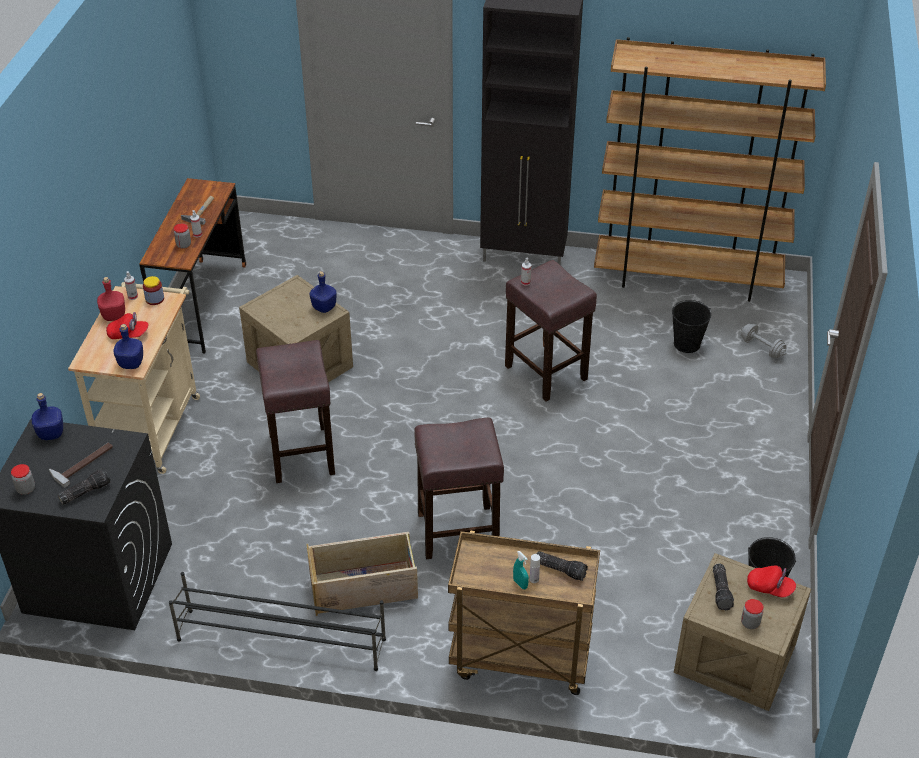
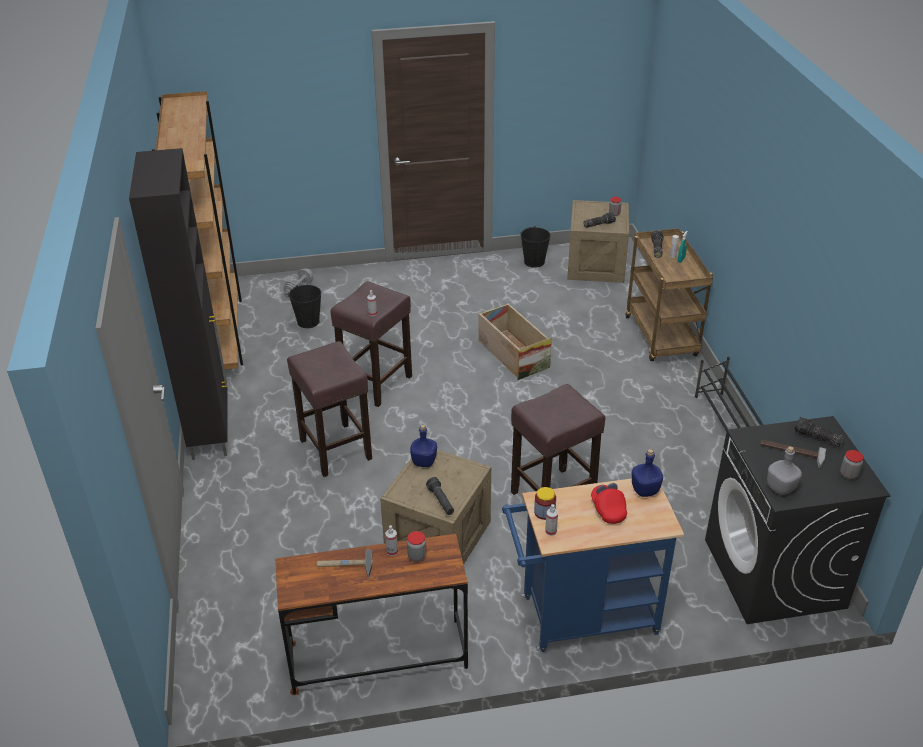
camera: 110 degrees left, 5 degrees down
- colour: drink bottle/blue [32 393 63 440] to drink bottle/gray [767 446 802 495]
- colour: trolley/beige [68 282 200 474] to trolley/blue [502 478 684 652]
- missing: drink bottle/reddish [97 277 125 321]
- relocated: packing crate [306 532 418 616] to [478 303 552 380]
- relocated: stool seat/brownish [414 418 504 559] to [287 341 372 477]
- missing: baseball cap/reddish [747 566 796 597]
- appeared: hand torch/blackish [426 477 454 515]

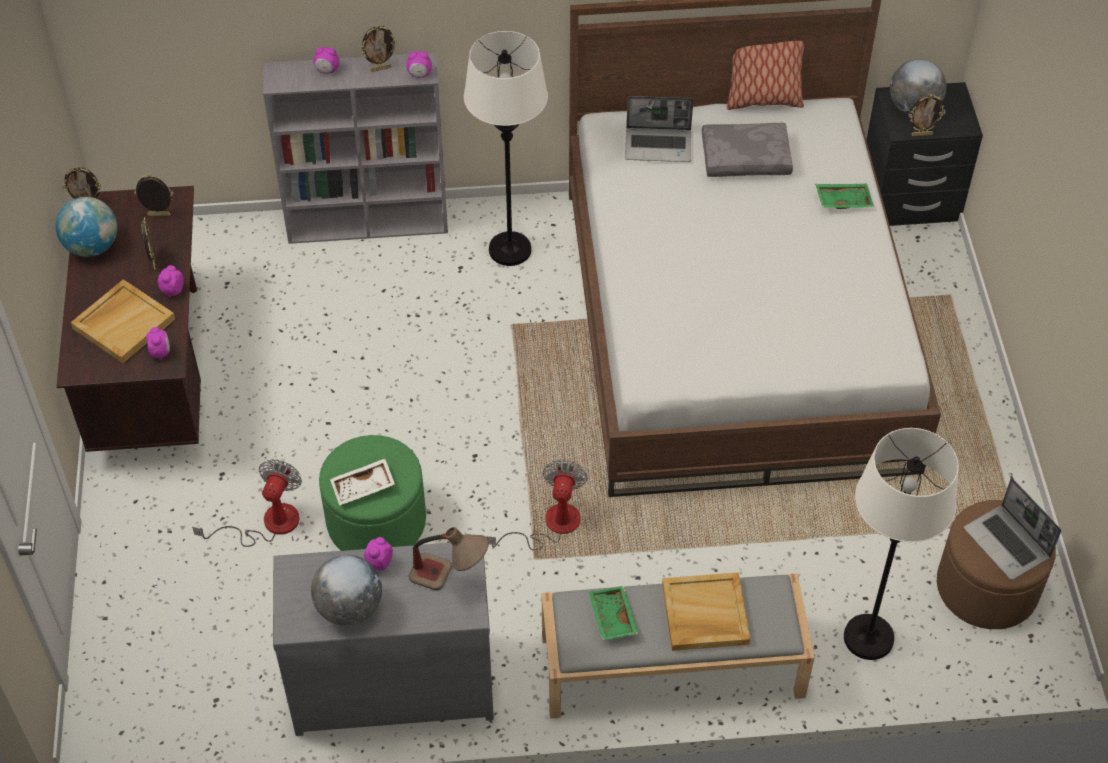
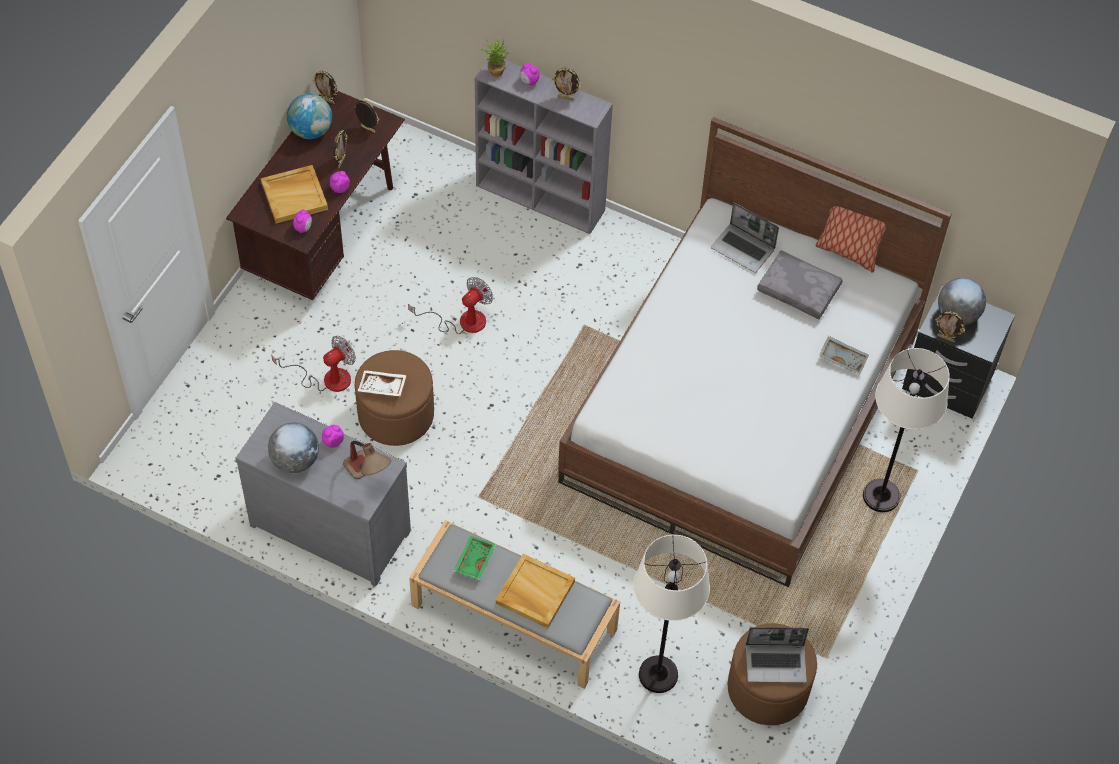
camera: 30 degrees right, 5 degrees up
- colour: ottoman/green [319 435 426 551] to ottoman/brownish [355 350 434 446]
- missing: alarm clock [406 51 432 78]
- relocated: standard lamp/white-coloured [464 31 548 266] to [863 348 950 512]
- relocated: fan [486 459 588 550] to [408 277 493 334]
- colour: tray/green [815 184 874 209] to tray/gray [819 336 869 375]
- spun: portable computer [964 478 1061 580] = [746 627 809 683] 90 degrees counterclockwise
- appeared: plant in a pot [480 39 510 77]

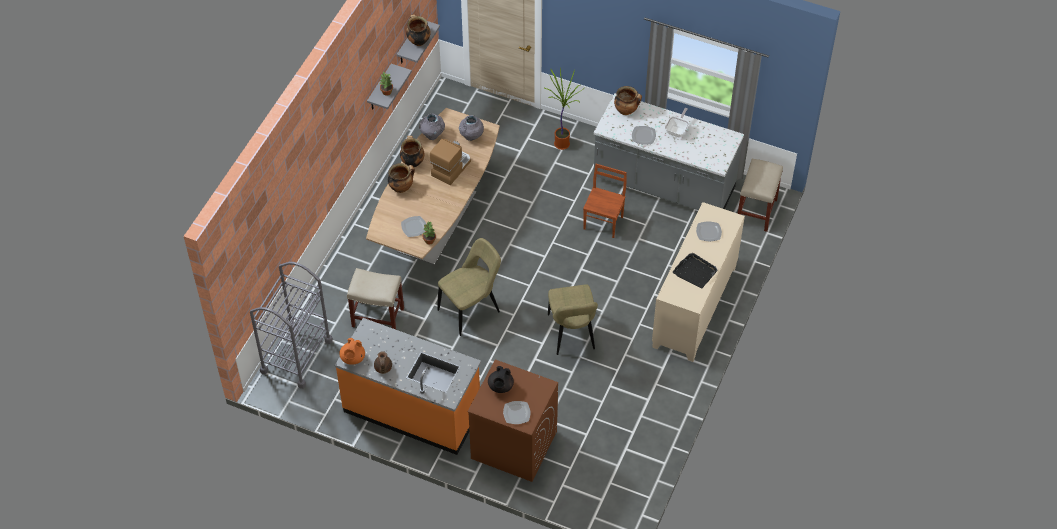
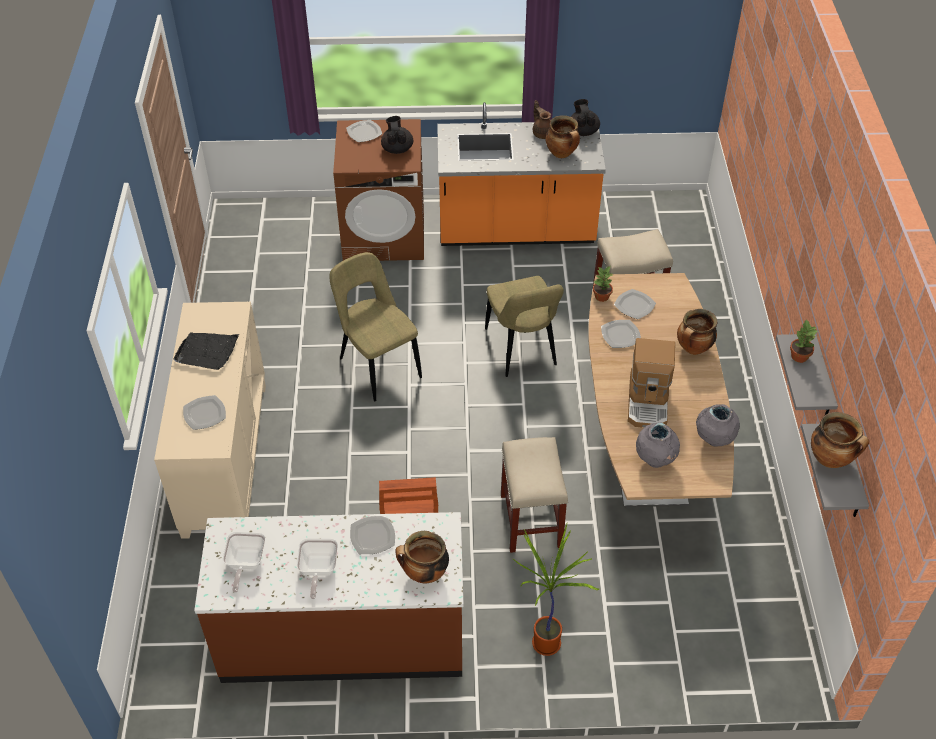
camera: 155 degrees right, 5 degrees down
- missing: trolley/gray [250 262 333 389]
- colour: tea pot/orange-coloured [339 338 365 365] to tea pot/blackish [571 99 600 136]
- relocated: saucepot [400 136 424 167] to [546 116 580 158]
- spun: chair/beige [438 238 501 336] = [485 276 564 377] 45 degrees counterclockwise
- colour: kitchen counter/gray [593 93 744 210] to kitchen counter/brownish [194 512 464 683]
- relocated: stool seat/beige [737 159 783 232] to [501 437 568 553]
- appeared: frying pan [222 532 266 592]
- appeared: flat dish [601 320 641 348]

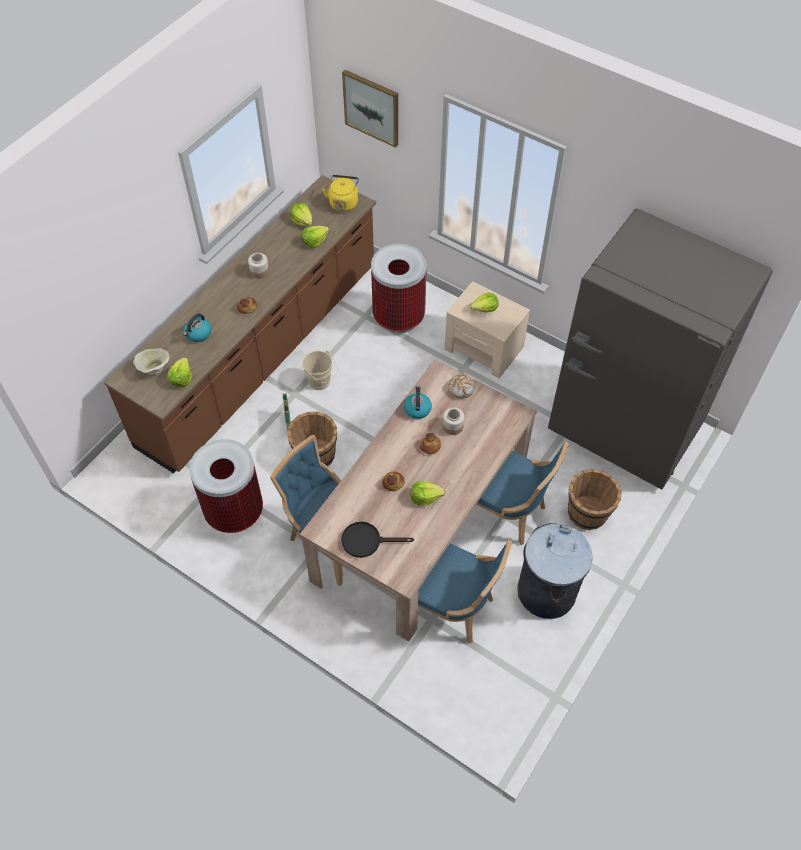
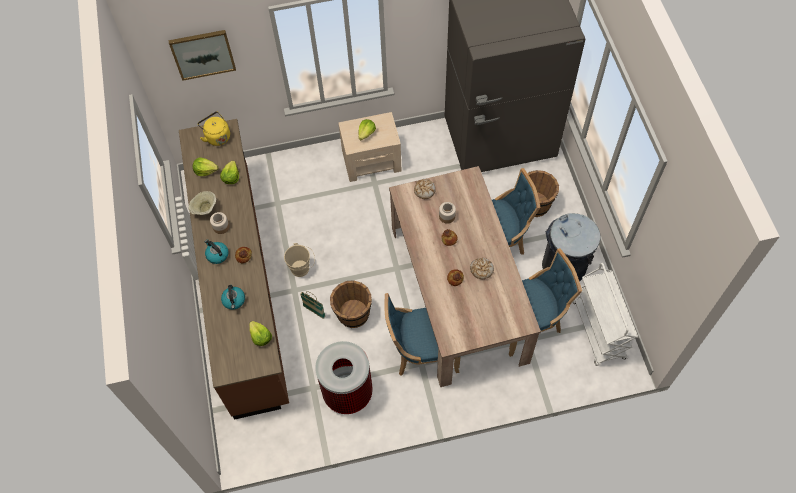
camera: 45 degrees left, 5 degrees up
- relocated: deep dish/beige [133 348 170 375] to [188 191 216 215]
- missing: frying pan/blackish [341 522 414 558]
- missing: waste bin [371 244 427 333]
- relocated: kettle [404 386 432 419] to [205 239 229 264]
- exchanged: lettuce head [410 481 445 506] to bread [470 257 494 279]
- appeared: trolley/white-coloured [573 263 638 366]

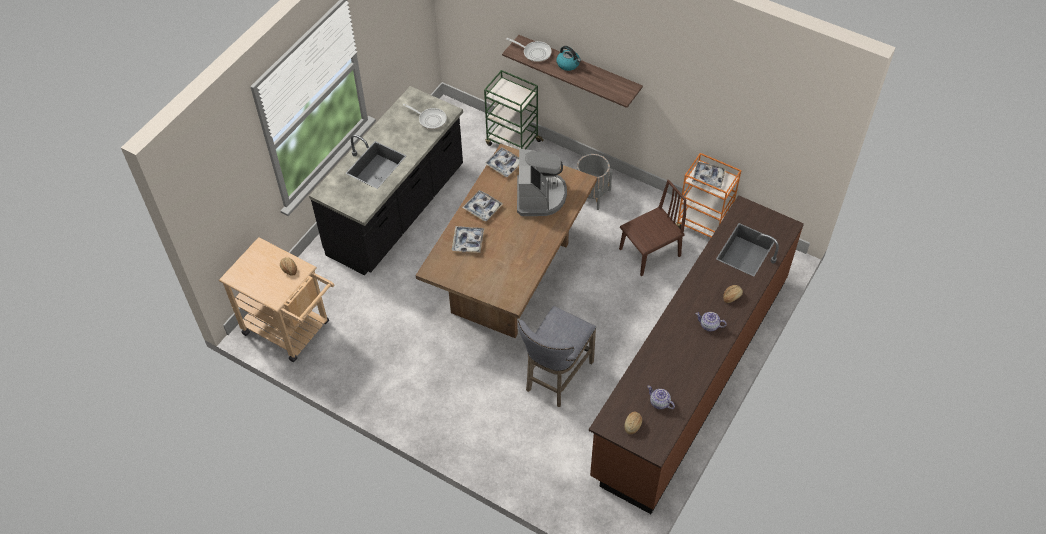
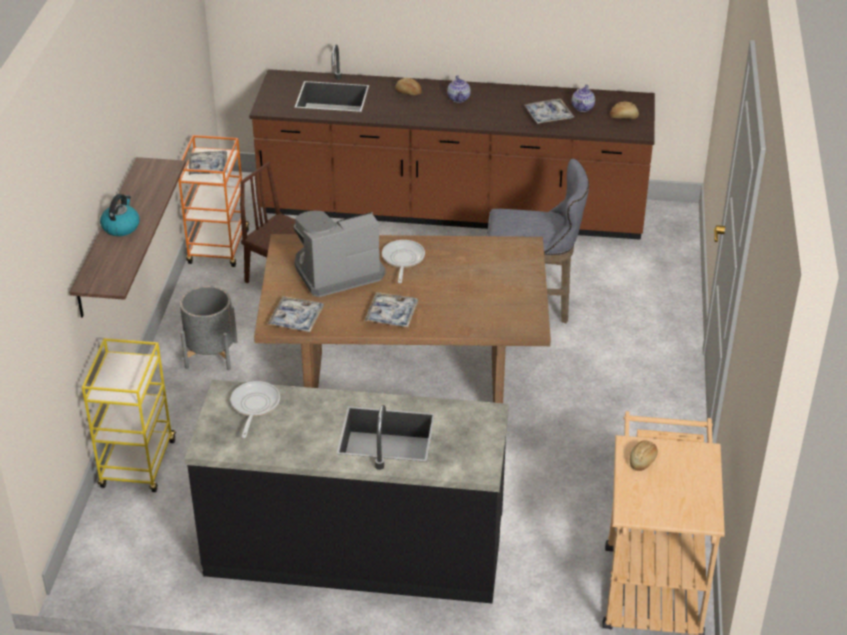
camera: 115 degrees left, 15 degrees down
- relocated: tray [452 226 484 253] to [525 98 574 124]
- colour: trolley/green [484 70 544 150] to trolley/yellow-coloured [82 338 177 492]
- relocated: frying pan [506 38 552 62] to [382 240 425 283]

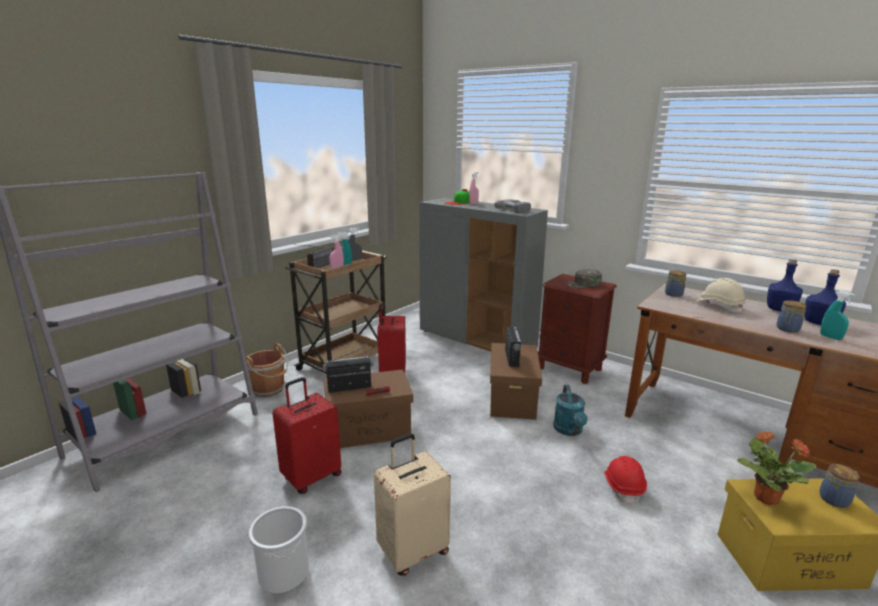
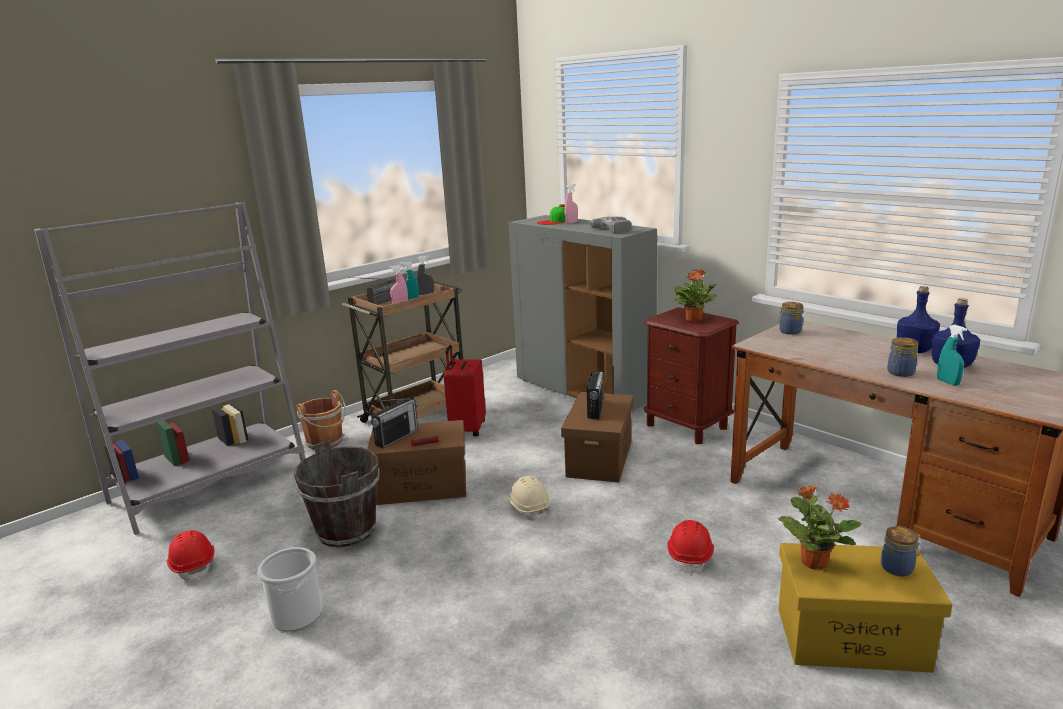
camera: 10 degrees right, 0 degrees up
- exchanged: piece of luggage/reddish [272 377 341 494] to water bucket/brownish [294 440 379 547]
- spun: radio receiver [323 347 373 393] = [371 398 418 448] 135 degrees clockwise
- missing: piece of luggage/beige [374 434 451 576]
- missing: watering pot/turquoise [553 385 588 436]
- exchanged: baseball cap/green [563 269 602 288] to plant in a pot [675 269 717 323]
- relocated: hard hat/beige [696 278 746 313] to [507 476 550 521]
- appeared: hard hat/reddish [167 530 214 581]

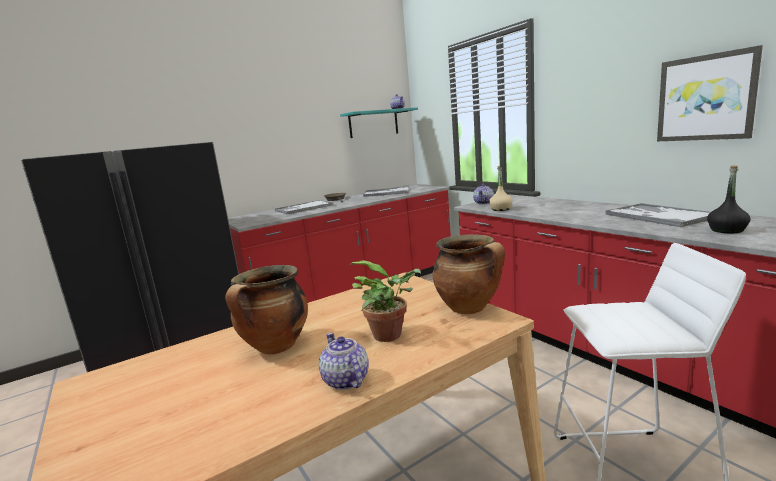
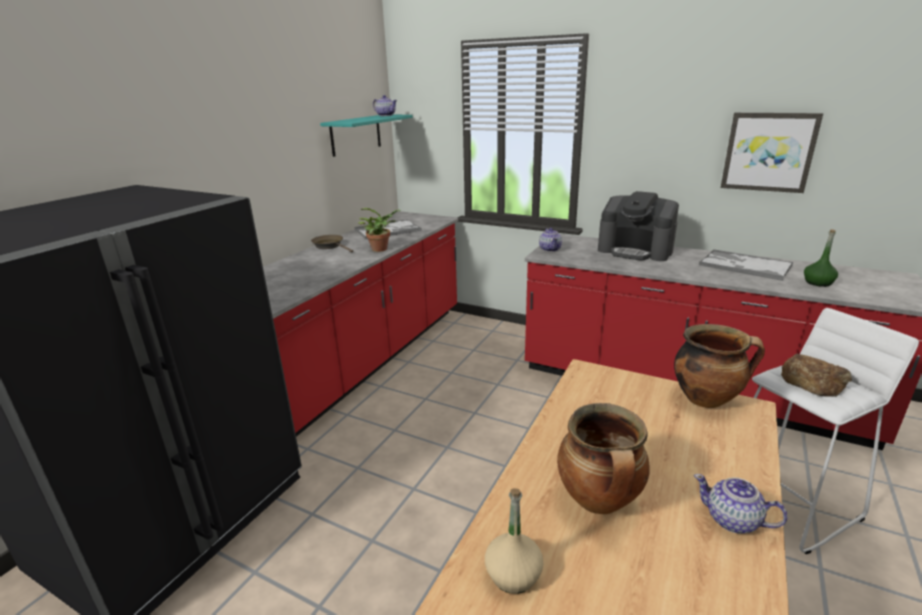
camera: 30 degrees left, 10 degrees up
- missing: tray [275 200 334 214]
- relocated: plant in a pot [349 260 421 342] to [358 208 400 252]
- relocated: drink bottle/beige [489 166 513 211] to [485 488 543 594]
- colour: drink bottle/blackish [707 165 751 233] to drink bottle/green [804 229 838 287]
- appeared: coffee maker [598 191 679 261]
- appeared: bread [781 354 852 397]

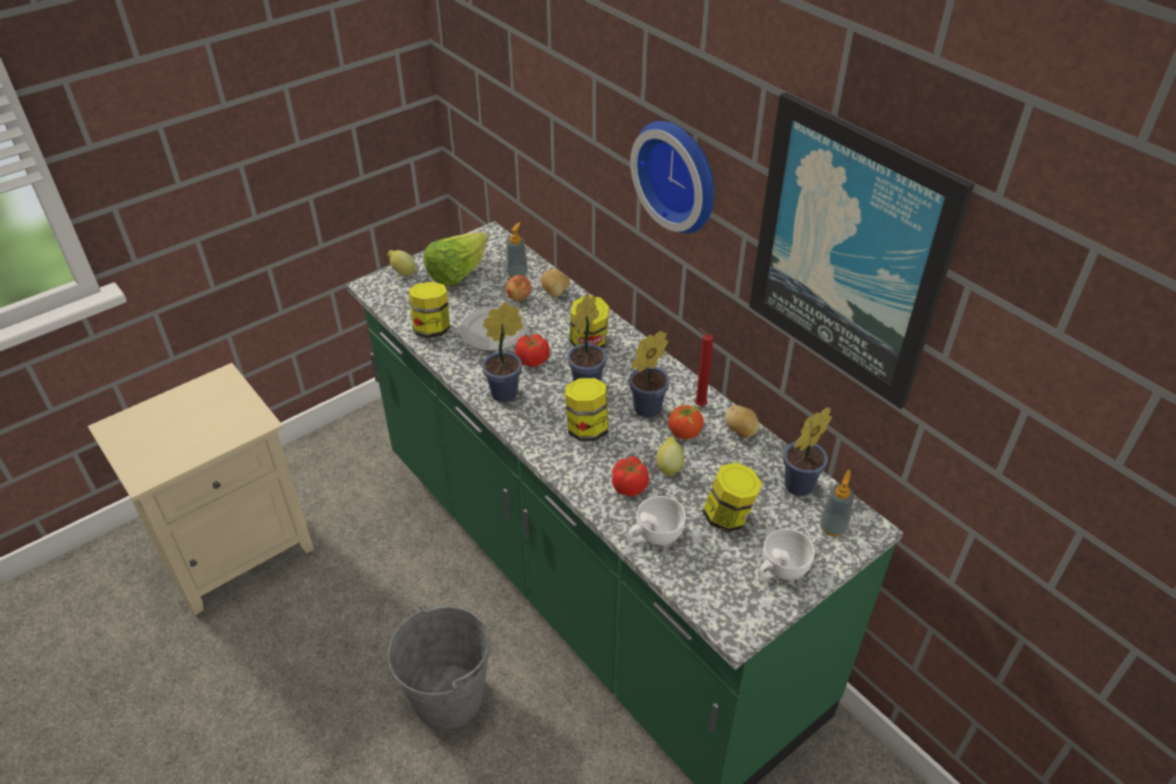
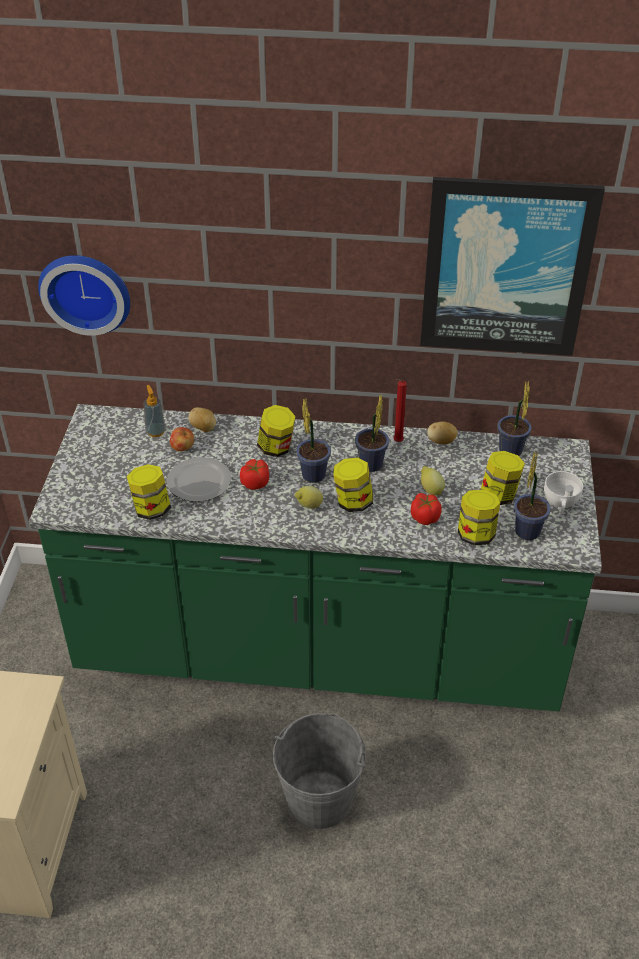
camera: 45 degrees left, 0 degrees up
- relocated: whole lemon [388 250 416 276] to [295 486 323 509]
- missing: lettuce head [423 232 488 286]
- relocated: plant in a pot [482 302 523 402] to [514 452 551 540]
- exchanged: drinking cup/white-coloured [628 496 686 545] to preserve jar [458 489 500 546]
- relocated: clock on the wall [630 121 714 233] to [38 255 130 336]
- missing: whole tomato [667 402 704 439]
- missing: soap bottle [820 469 854 536]

